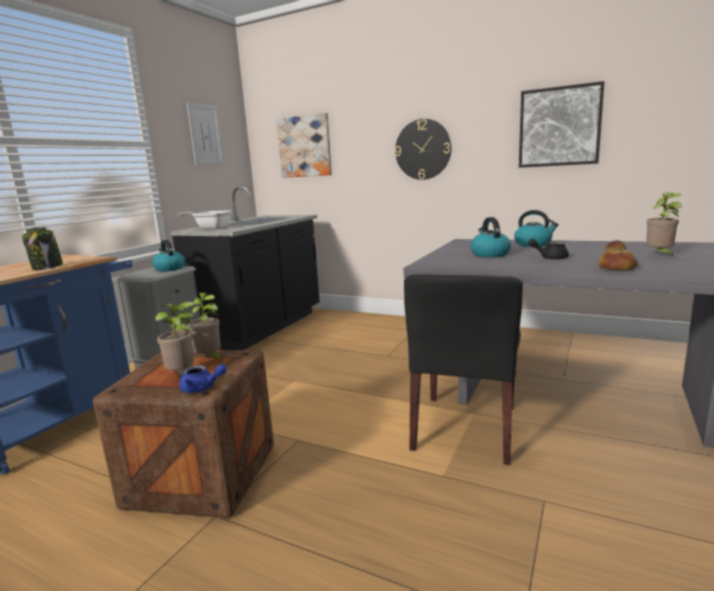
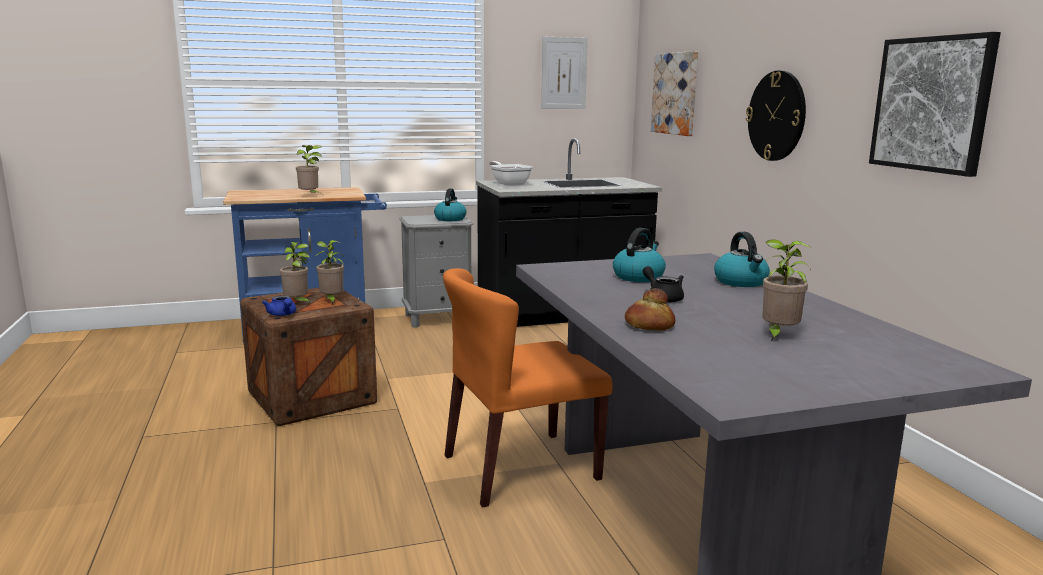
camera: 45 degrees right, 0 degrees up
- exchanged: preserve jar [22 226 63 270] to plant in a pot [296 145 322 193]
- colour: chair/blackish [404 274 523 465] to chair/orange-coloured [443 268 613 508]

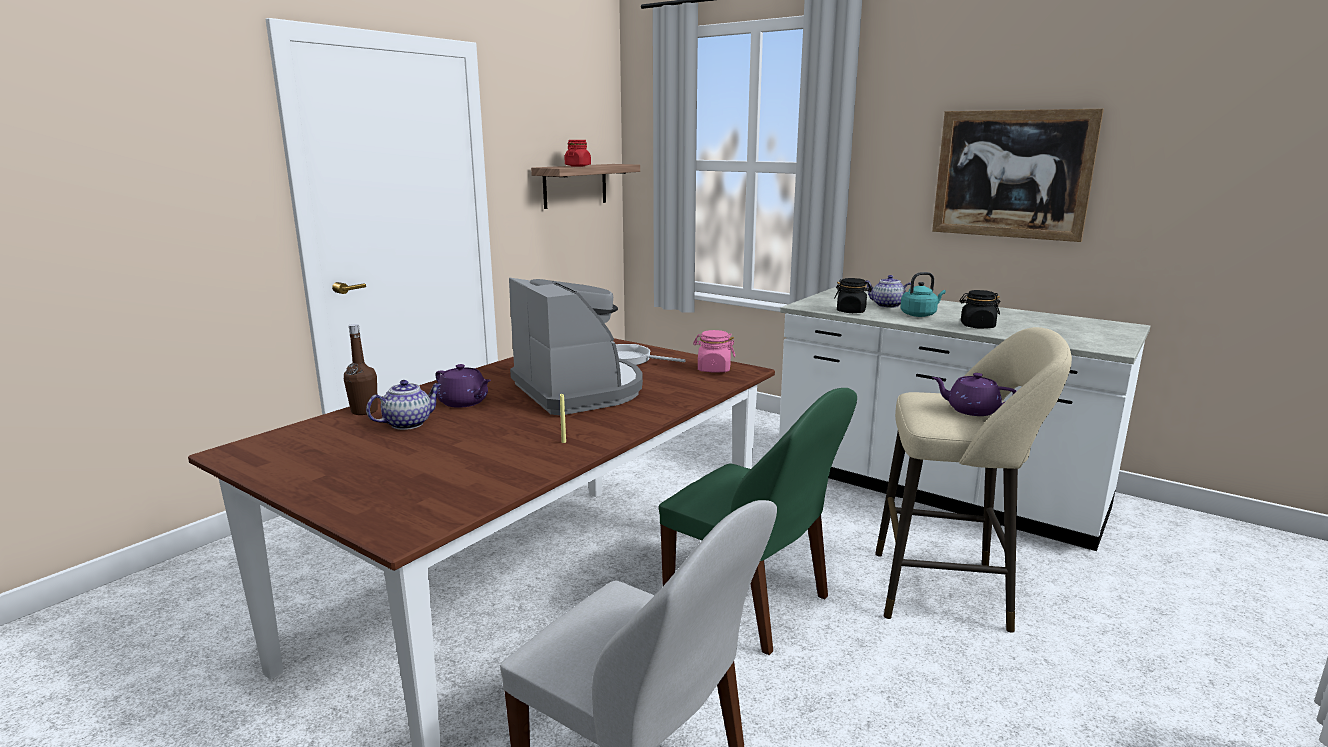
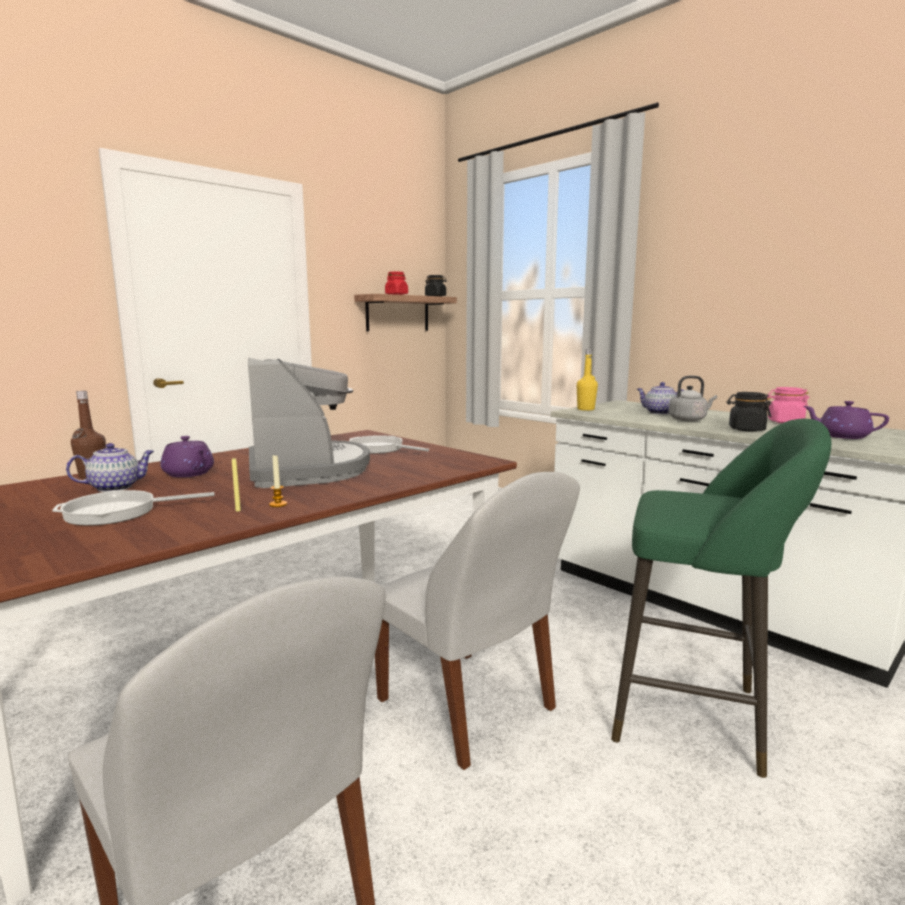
camera: 10 degrees right, 5 degrees down
- colour: chair/green [659 388 857 655] to chair/white-coloured [375 472 580 770]
- relocated: preserve jar/pink [693 330 735 373] to [767 387 809 423]
- relocated: preserve jar/blackish [834 278 872 313] to [425 275 447 296]
- colour: stool seat/beige [875 327 1072 633] to stool seat/green [611 419 831 778]
- colour: kettle/turquoise [900 272 946 317] to kettle/gray [669 376 717 421]
- missing: wall picture [932 109 1104 242]
- relocated: tea pot/purple [932 373 1017 416] to [803 401 889 439]
- appeared: frying pan [52 490 215 526]
- appeared: wax candle [269 455 287 507]
- appeared: drink bottle/yellow-coloured [577 349 598 411]

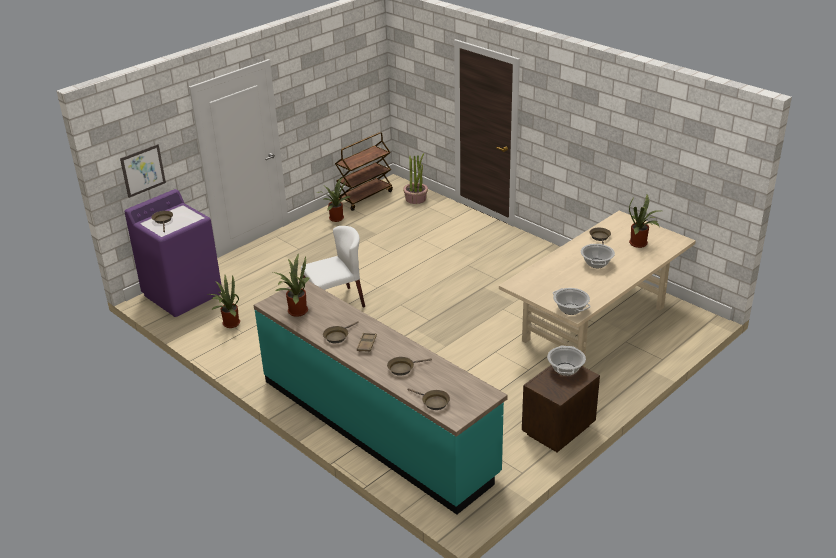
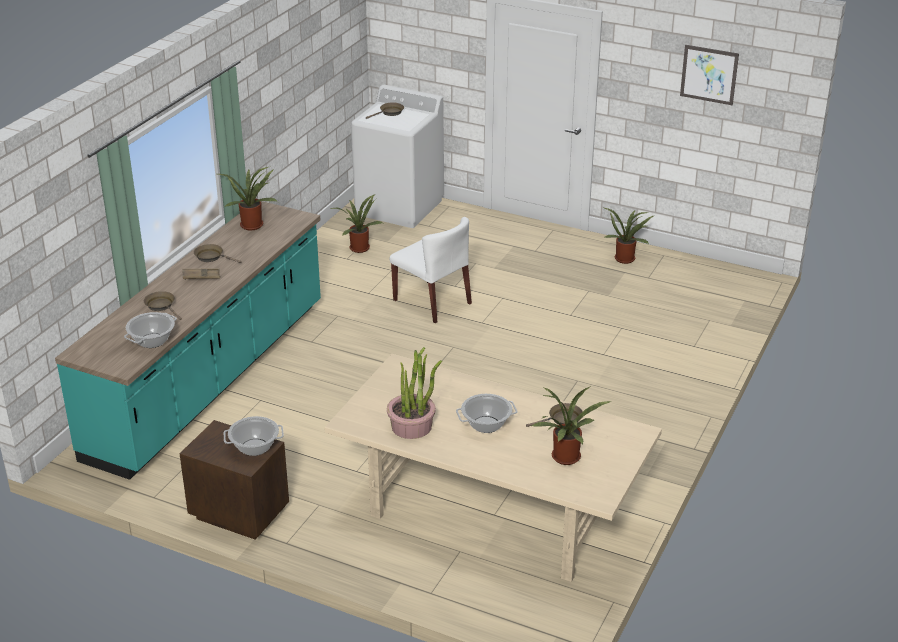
camera: 70 degrees right, 0 degrees up
- relocated: wall picture [120 144 166 198] to [680 45 739 105]
- colour: laundry appliance/purple [124 189 222 317] to laundry appliance/white-coloured [351 85 444 228]
- missing: trolley/brownish [335 132 393 211]
- relocated: plant in a pot [403 153 428 204] to [387 347 442 439]
- missing: frying pan/brownish [407 388 450 410]
- relocated: saucepot [553 288 591 315] to [124 312 177 348]

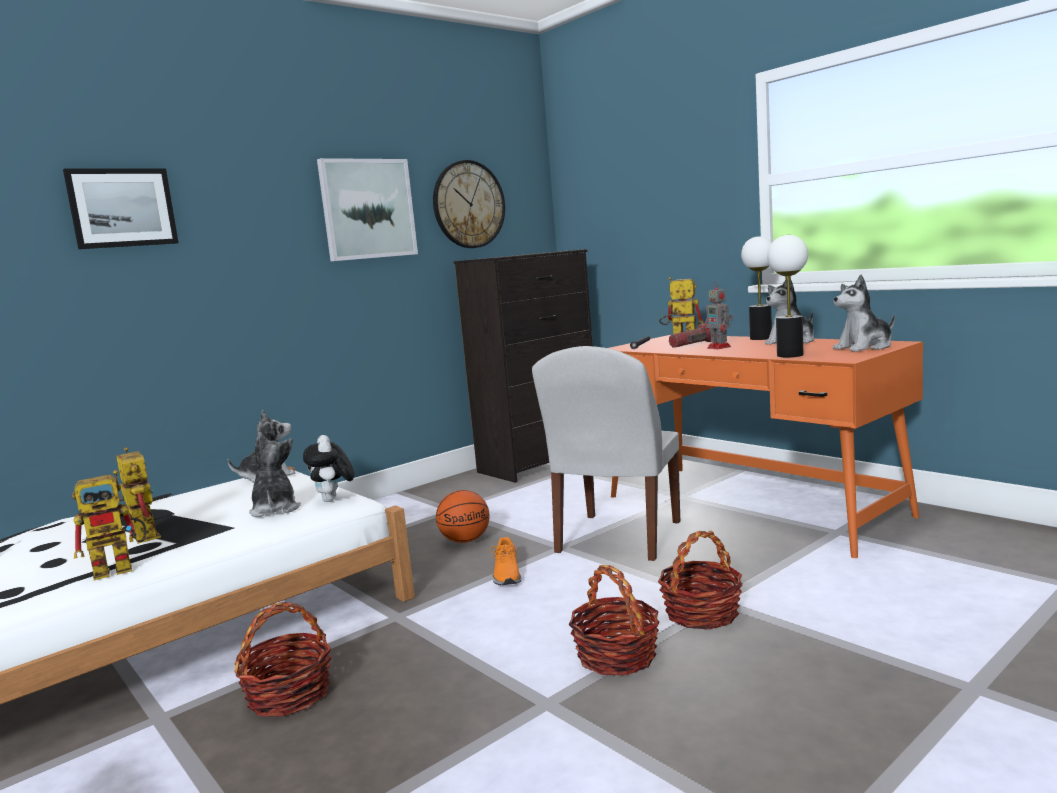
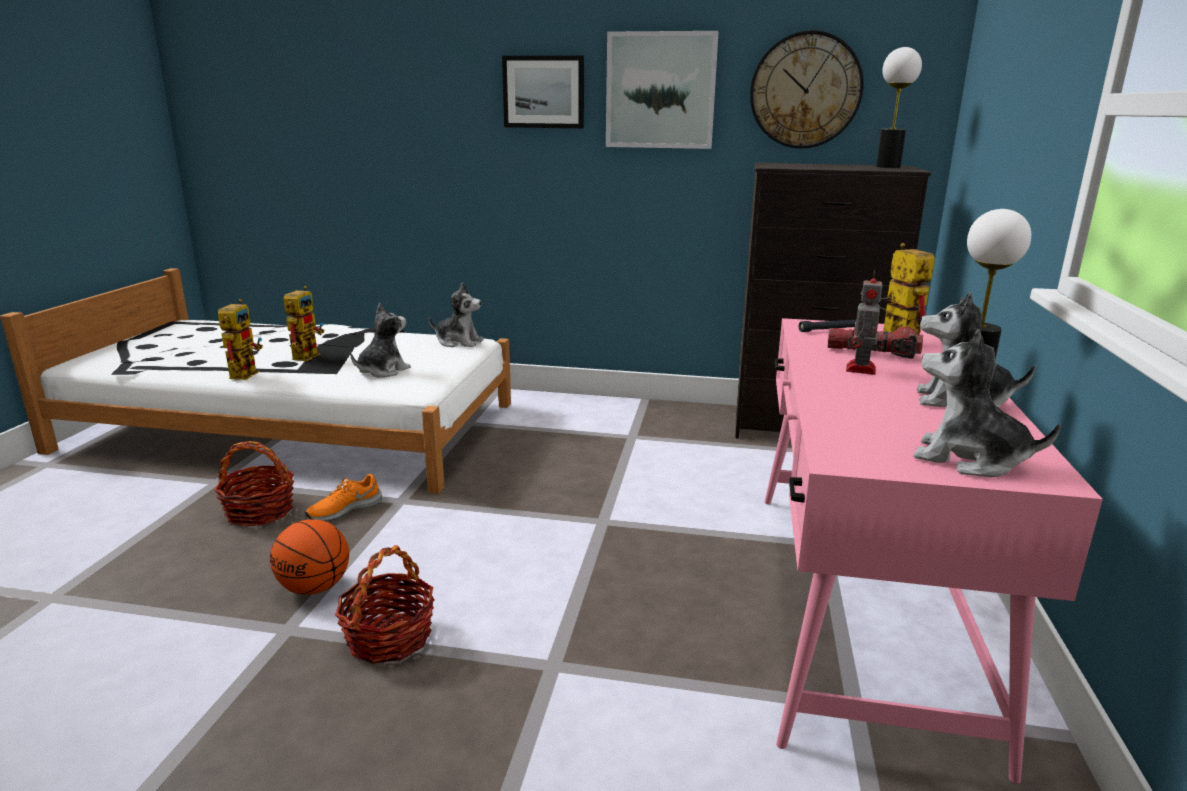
camera: 50 degrees right, 10 degrees up
- relocated: wall picture [63 169 179 249] to [502 56 584 128]
- spun: model robot [72 470 146 580] = [218 299 263 380] 105 degrees counterclockwise
- missing: soft toy [303 435 354 502]
- relocated: basketball ball [436 490 490 543] to [270 519 349 595]
- relocated: shoe/orange-coloured [490 537 521 585] to [305 474 382 521]
- missing: chair/white-coloured [532 346 680 561]
- colour: desk unit/orange-coloured [609 335 923 558] to desk unit/pink [764 318 1103 784]
- missing: basket [658 531 743 629]
- relocated: lamp for a table [767 235 808 357] to [876 47 922 168]

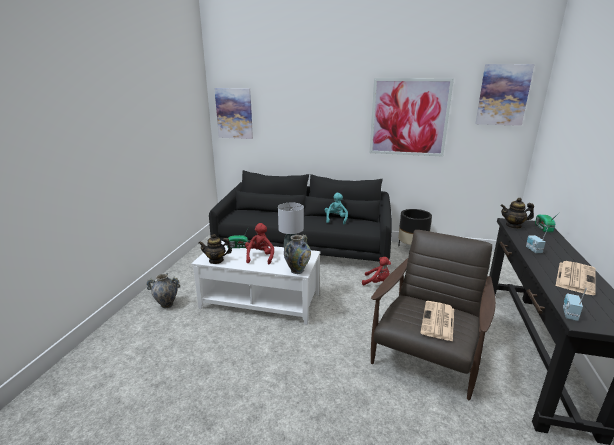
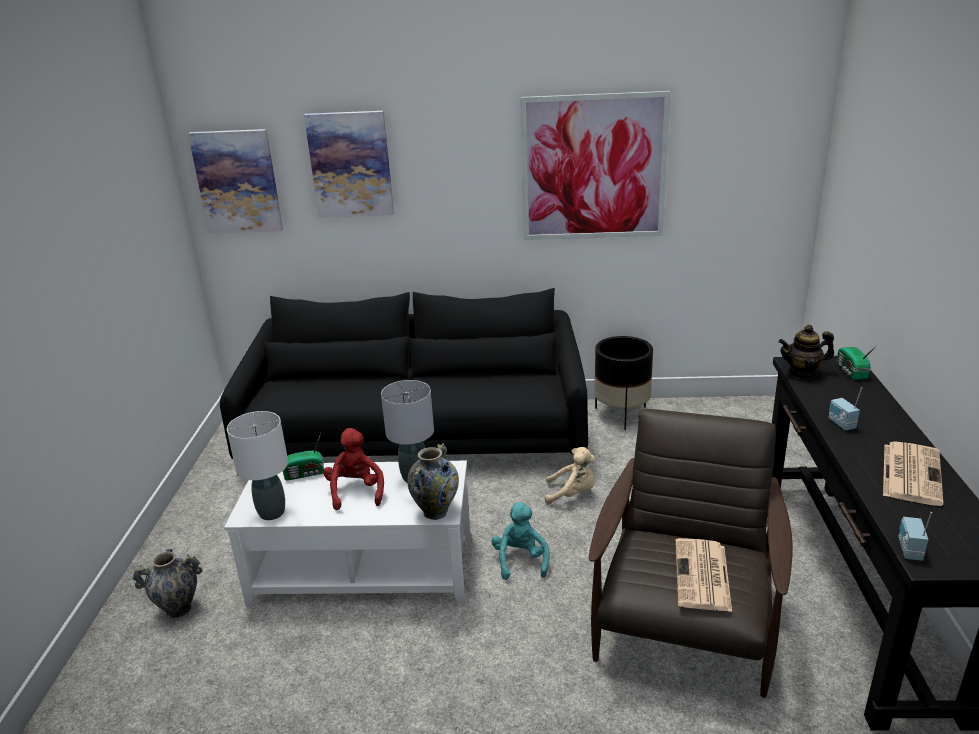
camera: 10 degrees left, 5 degrees up
- exchanged: tea pot [199 234 232 264] to lamp for a table/white-coloured [227 411 288 520]
- relocated: soft toy/turquoise [325 193 348 224] to [491 502 550 580]
- colour: soft toy/reddish [362 257 391 285] to soft toy/beige [545 447 595 505]
- relocated: wall picture [475 64 535 126] to [304 111 394 218]

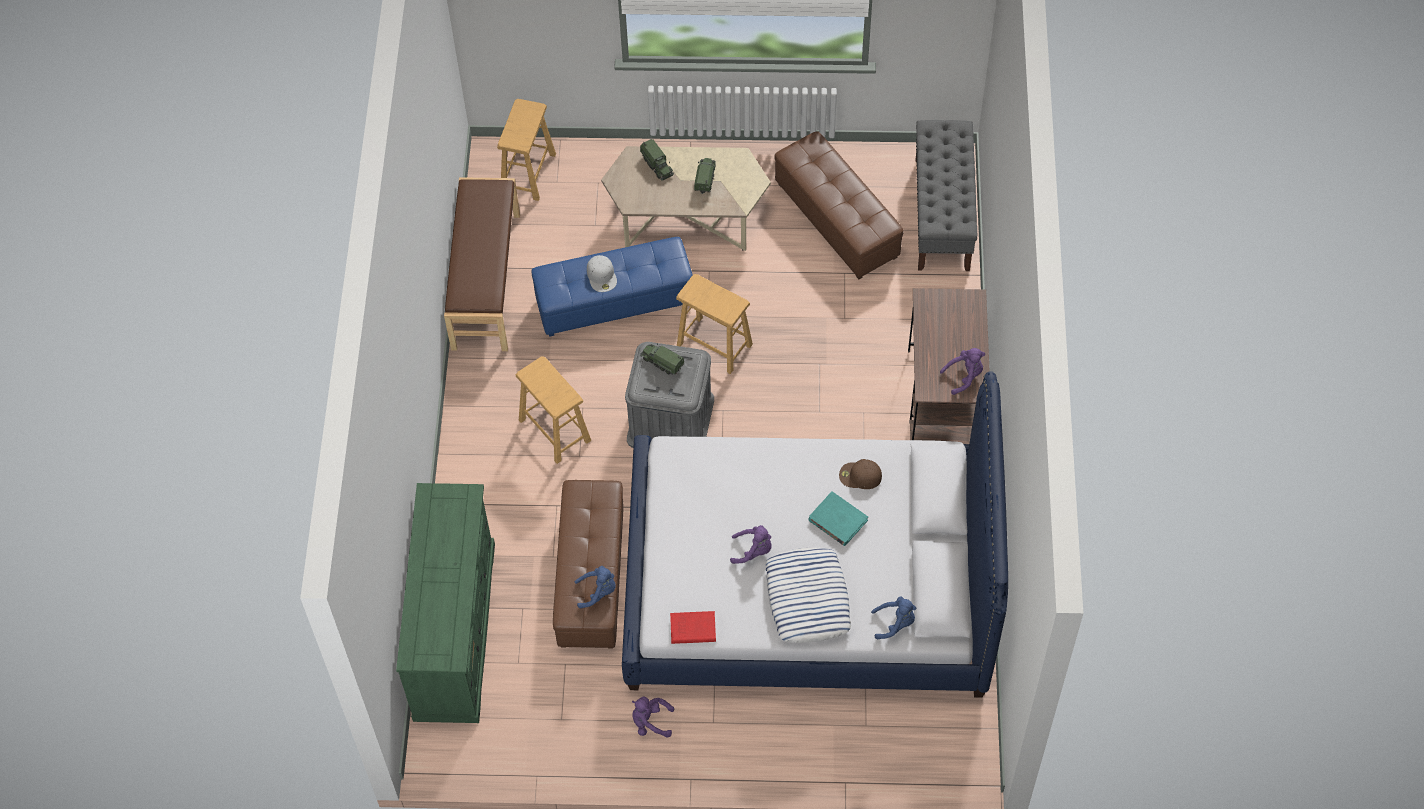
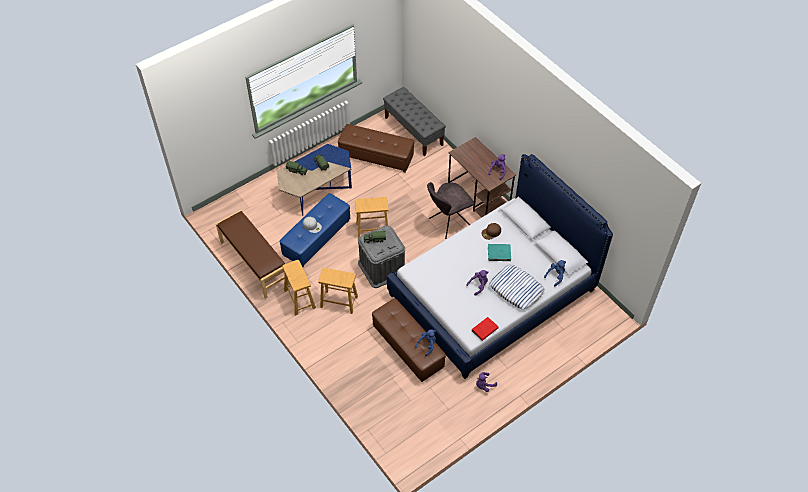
camera: 40 degrees left, 5 degrees down
- missing: chest of drawers/green [396 483 495 723]
- relocated: stool seat/brownish [497 99 556 201] to [282 260 316 316]
- colour: lounge table/beige [601 146 771 251] to lounge table/blue [277 144 352 216]
- appeared: chair/gray [427 182 474 239]

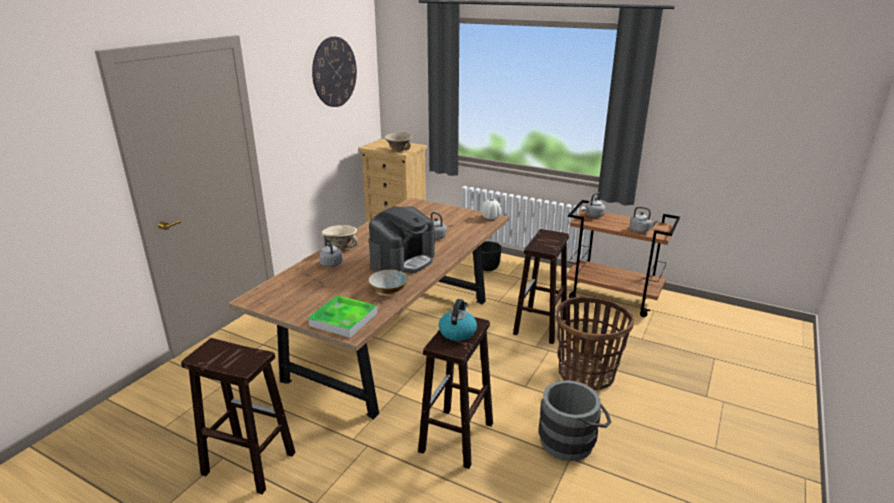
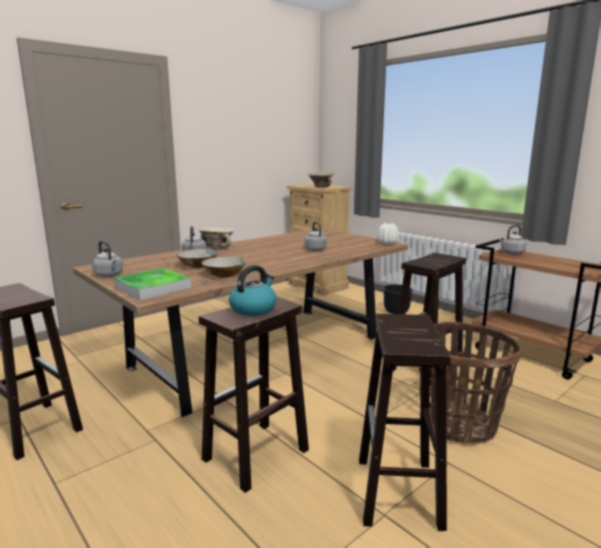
camera: 20 degrees right, 10 degrees down
- missing: clock on the wall [312 37 357 107]
- missing: coffee maker [369 206 435 273]
- exchanged: water bucket/gray [539 380 611 461] to stool seat/brownish [359 314 451 531]
- relocated: kettle/gray [630 207 658 232] to [92 241 123 277]
- appeared: deep dish [176 249 218 268]

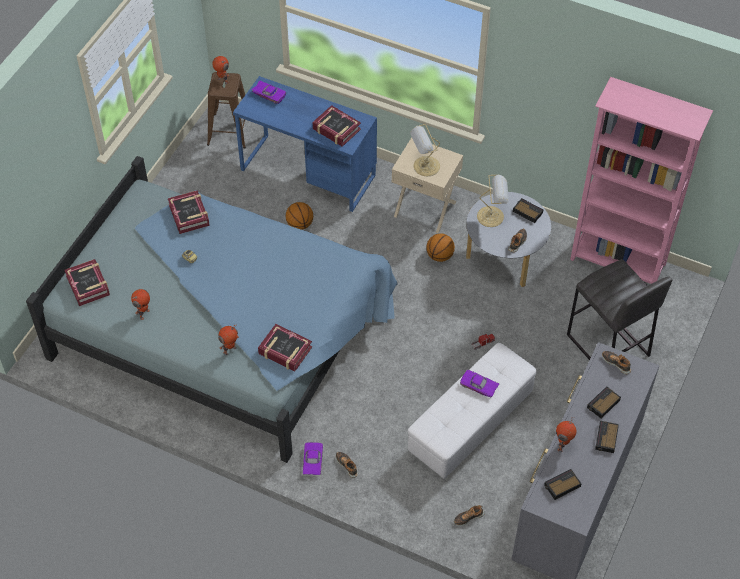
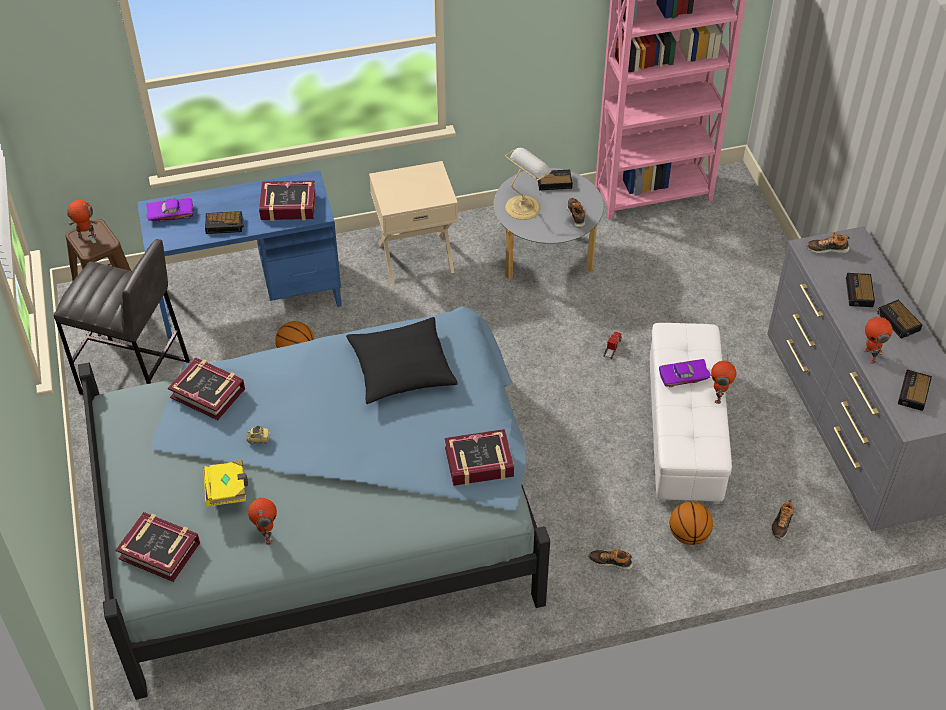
camera: 40 degrees left, 5 degrees down
- relocated: model robot [218 324 239 355] to [711 353 736 404]
- missing: model car/purple [303 442 323 475]
- missing: lamp for a table [410 124 440 176]
- relocated: basketball ball [426 233 455 262] to [669 502 713 545]
- relocated: stool seat/gray [567 259 672 360] to [54 239 190 395]
- appeared: volume/yellow-coloured [203 460 248 507]
- appeared: alarm clock [205 211 244 234]
- appeared: pillow/blackish [346 317 458 404]

